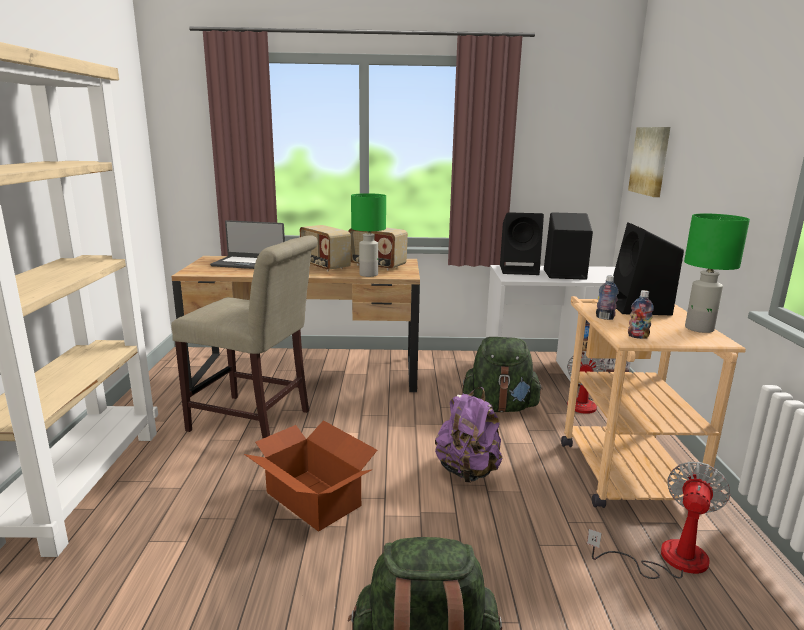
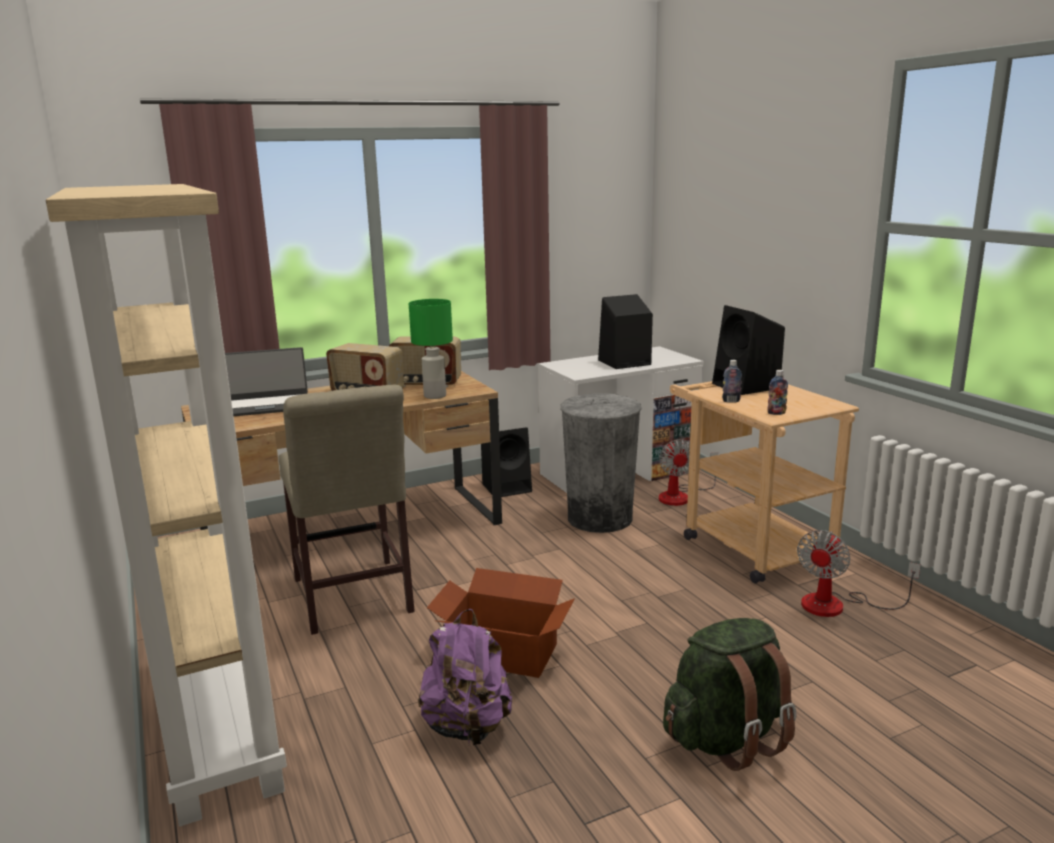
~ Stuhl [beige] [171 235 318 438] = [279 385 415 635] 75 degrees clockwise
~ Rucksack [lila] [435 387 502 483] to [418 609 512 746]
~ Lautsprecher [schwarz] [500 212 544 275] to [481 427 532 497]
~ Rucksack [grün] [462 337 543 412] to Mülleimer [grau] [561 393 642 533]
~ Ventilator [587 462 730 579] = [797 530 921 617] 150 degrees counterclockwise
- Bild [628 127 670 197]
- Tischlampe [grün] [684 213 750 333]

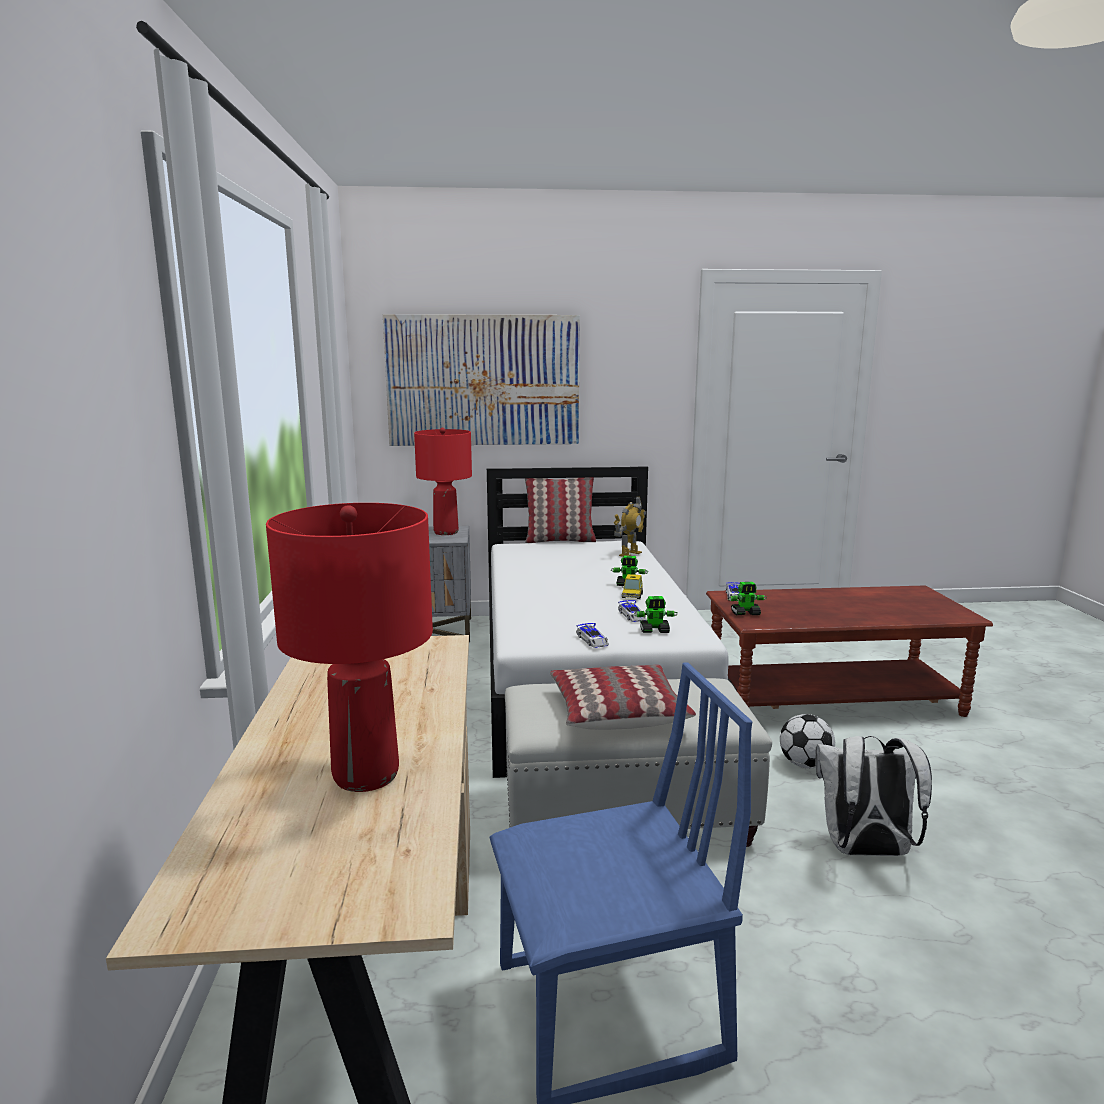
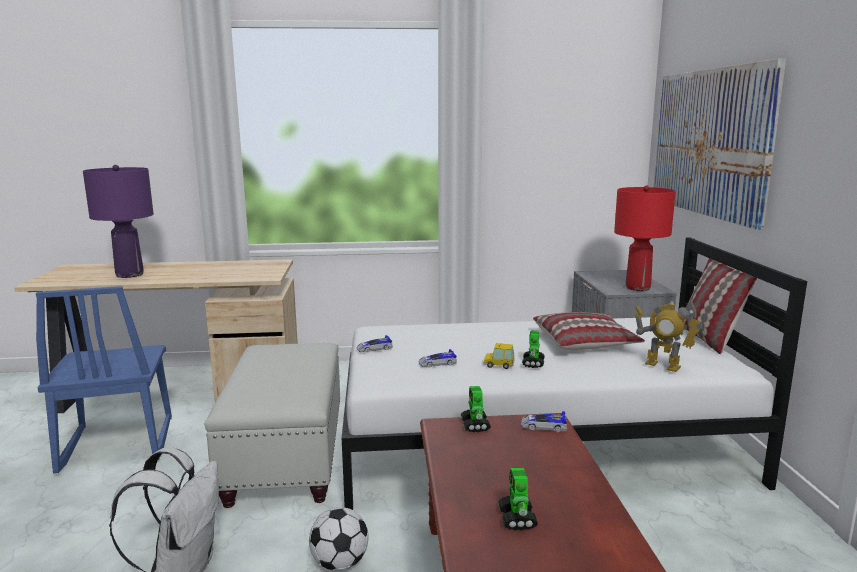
~ Tischlampe [rot] [266 503 433 792] to Tischlampe [lila] [83 165 154 278]
~ Spielzeugroboter [634 596 678 633] to [498 468 538 530]
~ Kissen [550 665 696 730] to [533 312 645 350]

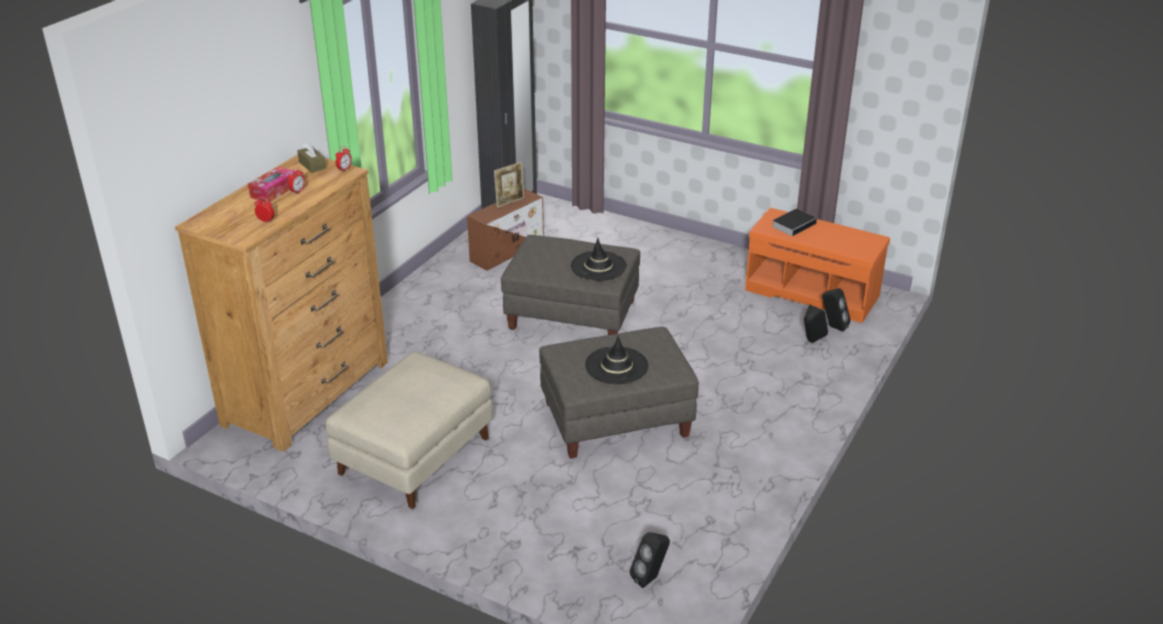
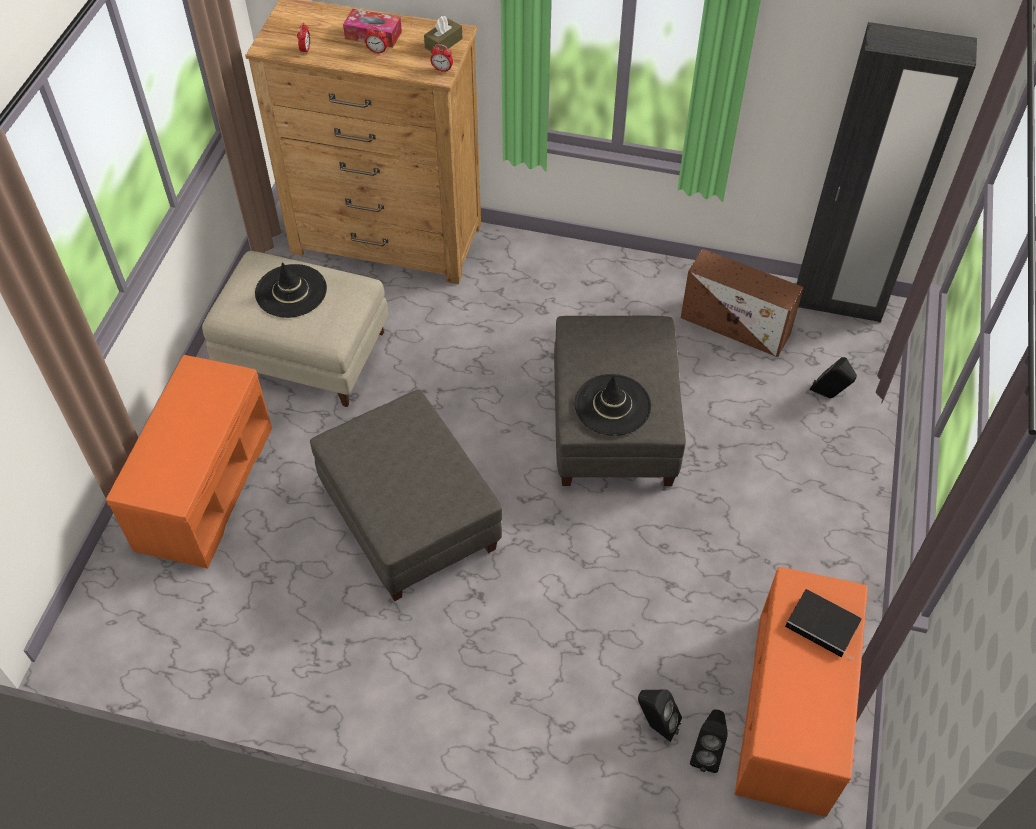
+ Bank [orange] [106 355 272 569]
~ Hut [schwarz] [585 336 648 384] to [255 262 327 318]
~ Lautsprecher [schwarz] [630 532 670 588] to [810 357 857 398]
- Bilderrahmen [494 162 524 208]

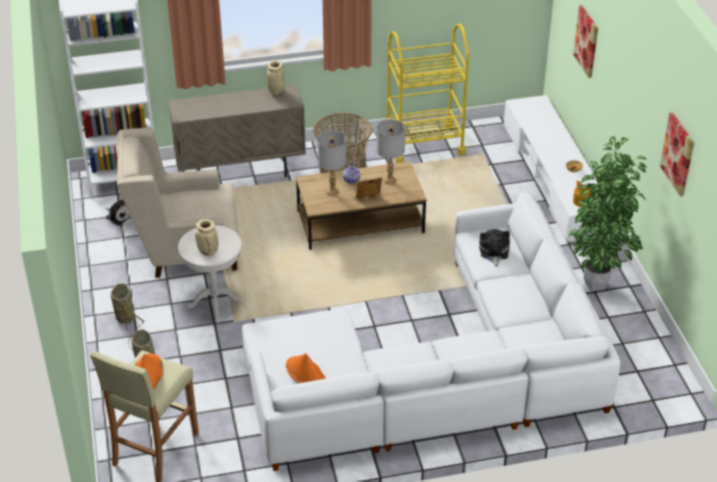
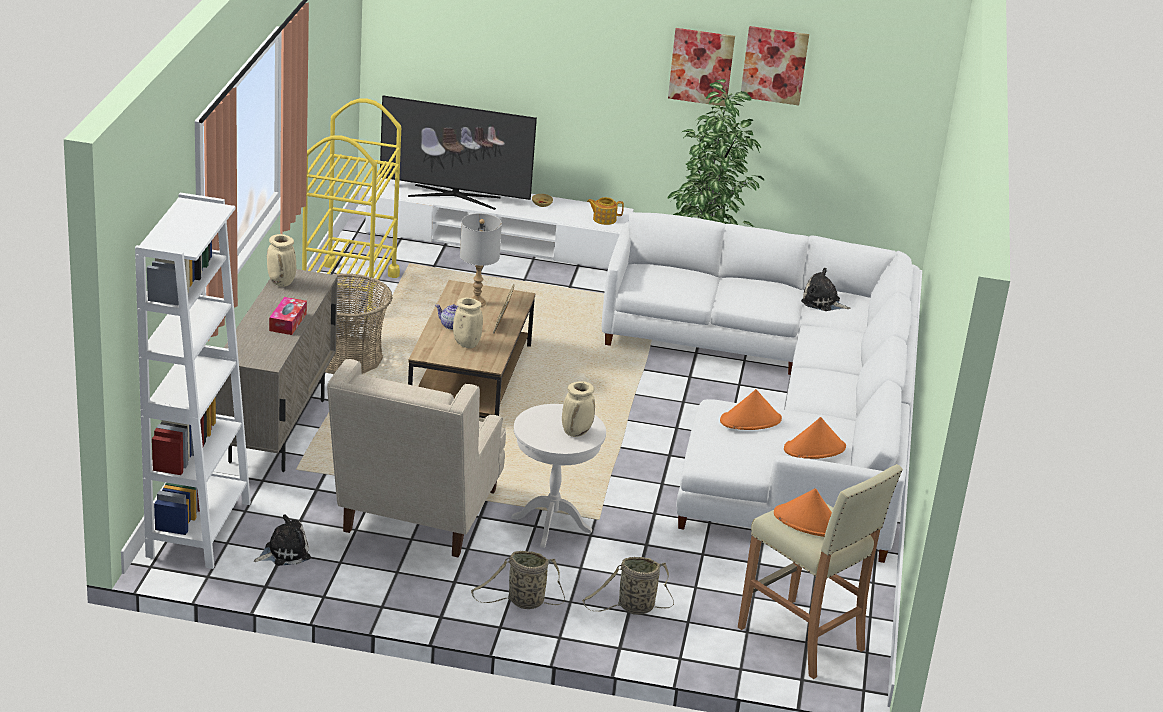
+ Taschentuchbox [269 297 307 335]
+ Fernseher [380 96 537 210]
~ Tischlampe [grau] [317 131 347 196] to Vase [beige] [453 298 483 348]
~ Bild [573 5 598 78] to [668 28 735 107]
+ Hut [orange] [720 389 782 430]
~ Plüschtier [479 229 510 267] to [801 268 851 311]

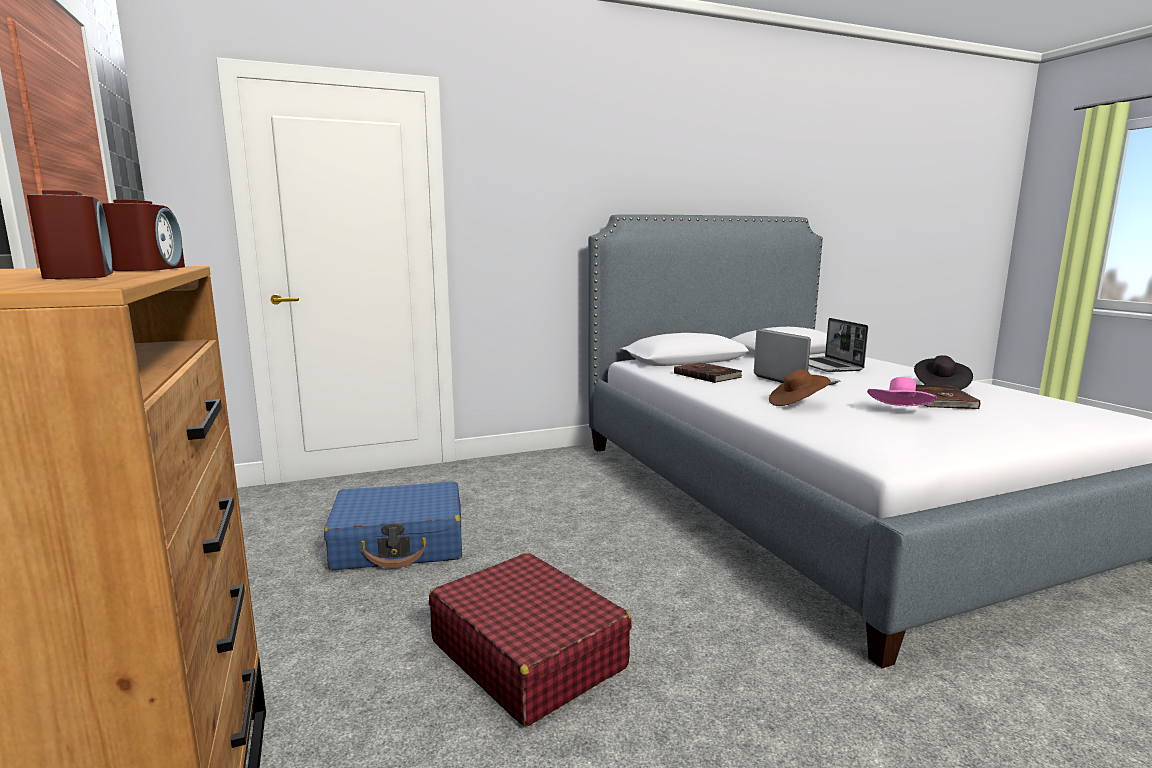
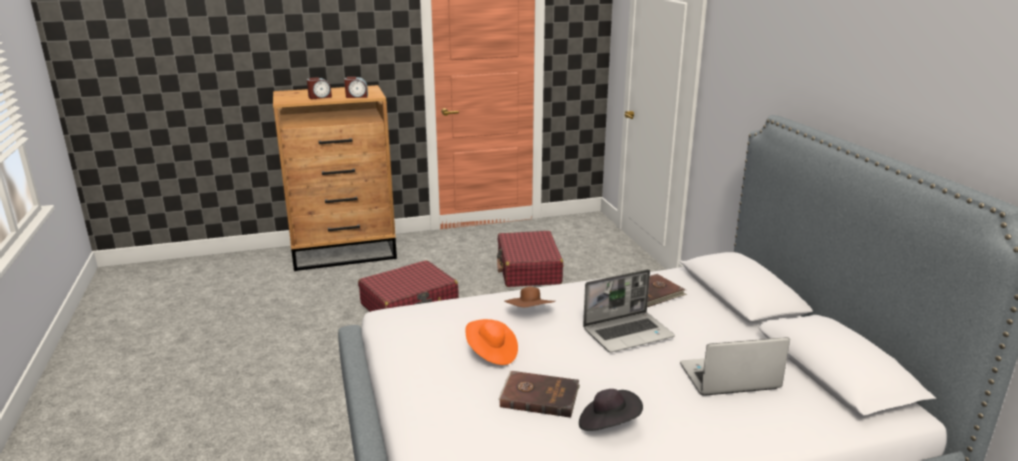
~ Hut [rosa] [867 377 936 406] to Hut [orange] [466 319 518 365]
~ Koffer [blau] [324 482 462 570] to Koffer [rot] [497 231 563 287]

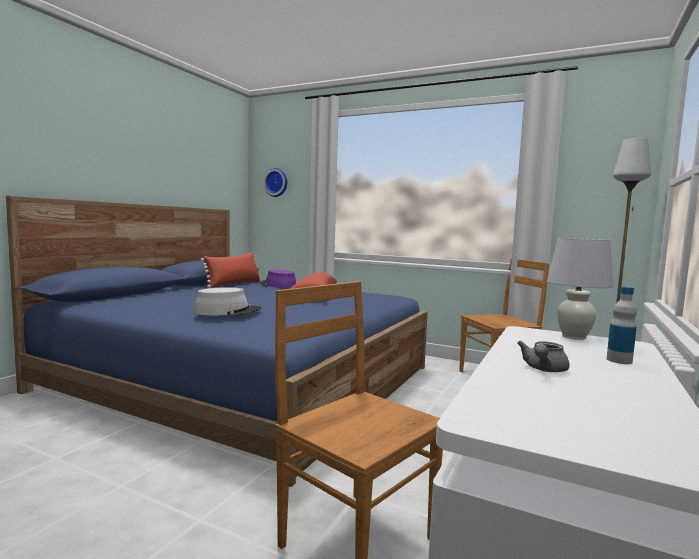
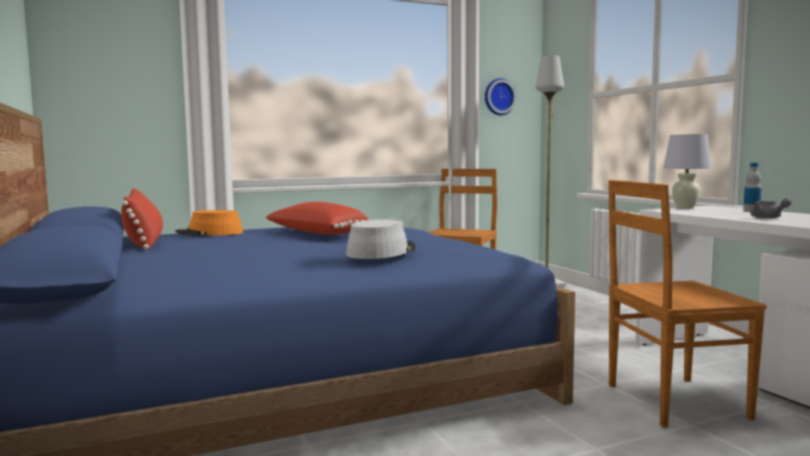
~ Hut [lila] [260 270 296 288] to Hut [orange] [175 210 243 237]
~ Wanduhr [264 168 287 197] to [485 78 516 115]

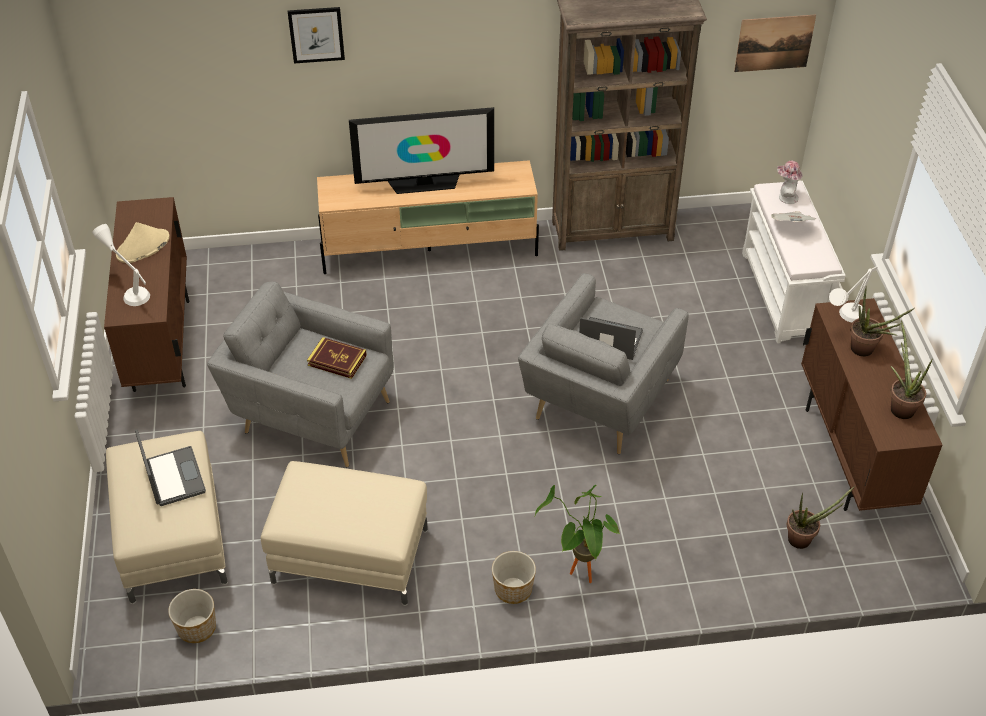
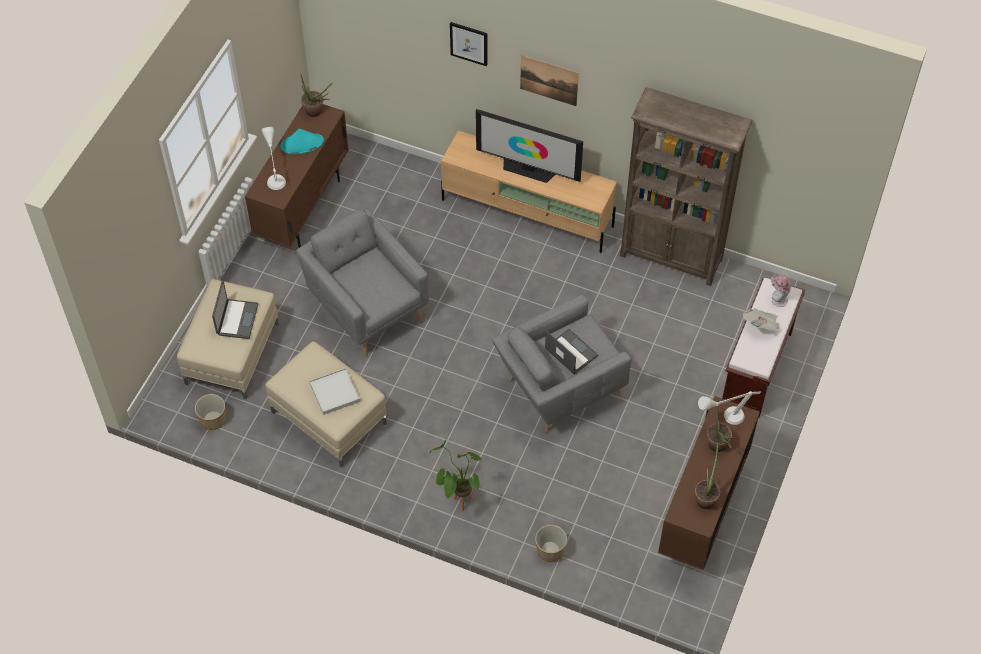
~ Hut [beige] [116 222 170 263] to Hut [türkis] [281 129 324 154]
~ Topfpflanze [787 486 855 549] to [301 75 333 117]
+ Tablett [weiß] [309 368 360 415]
~ Bild [734 15 816 72] to [520 55 579 106]
~ Pflanzkübel [492 551 536 604] to [535 525 567 562]
~ Bank [weiß] [742 181 846 344] to Bank [braun] [722 278 805 418]
- Buch [307 337 367 379]

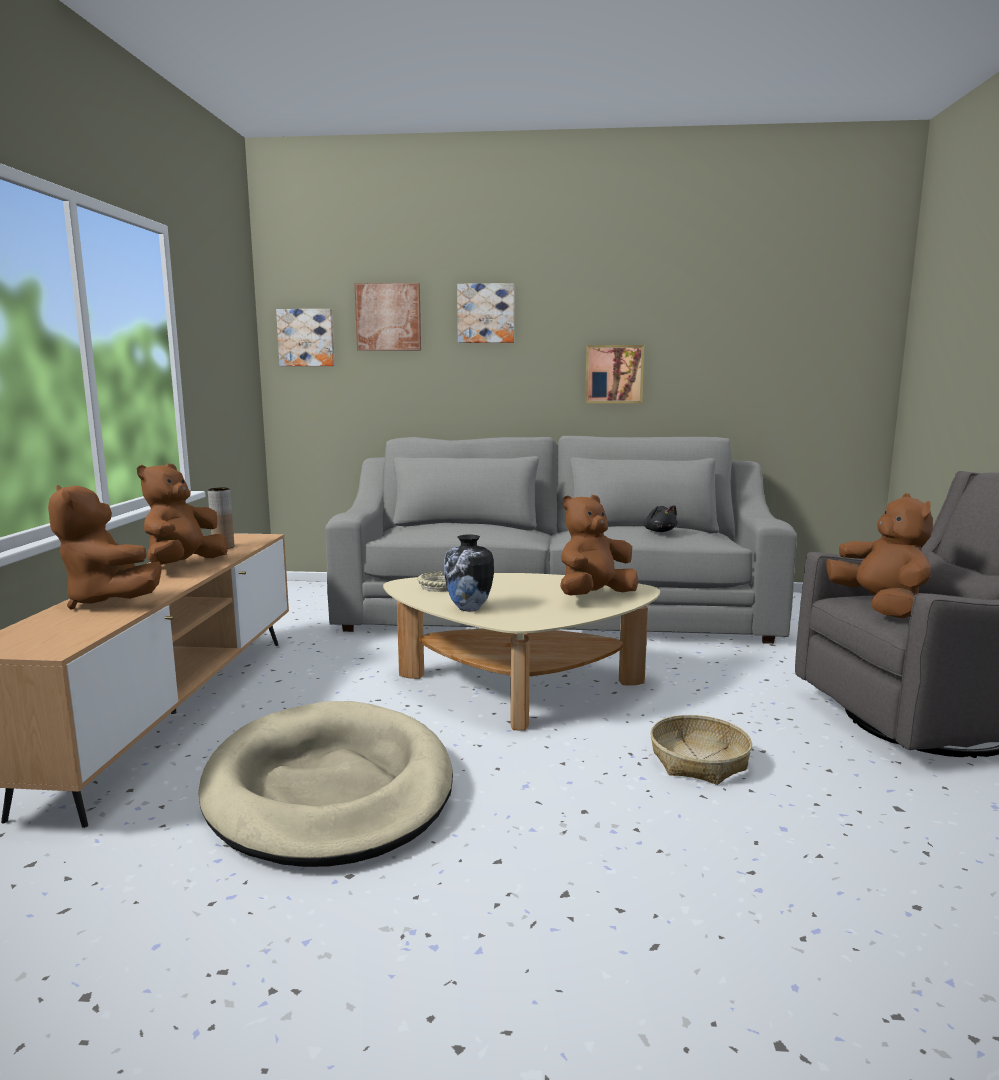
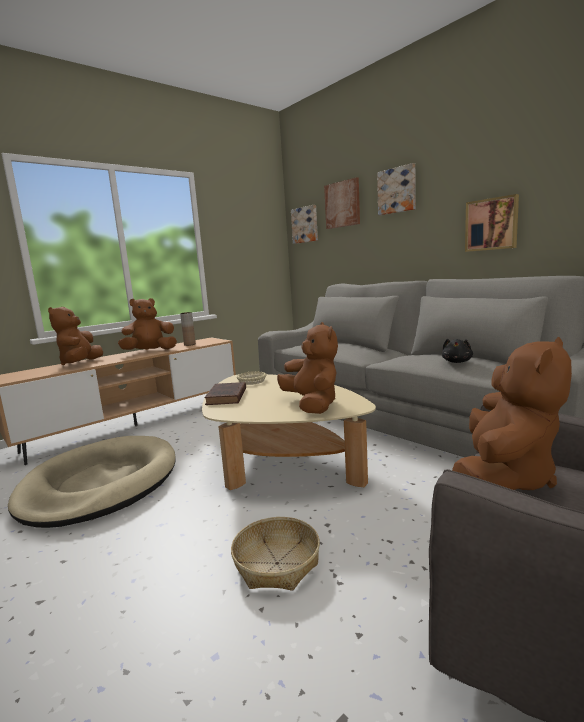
~ Vase [444 535 494 611] to Buch [braun] [204 382 246 405]
~ Plüschtier [braun] [560 495 638 595] = [277 322 338 414] 60 degrees clockwise

